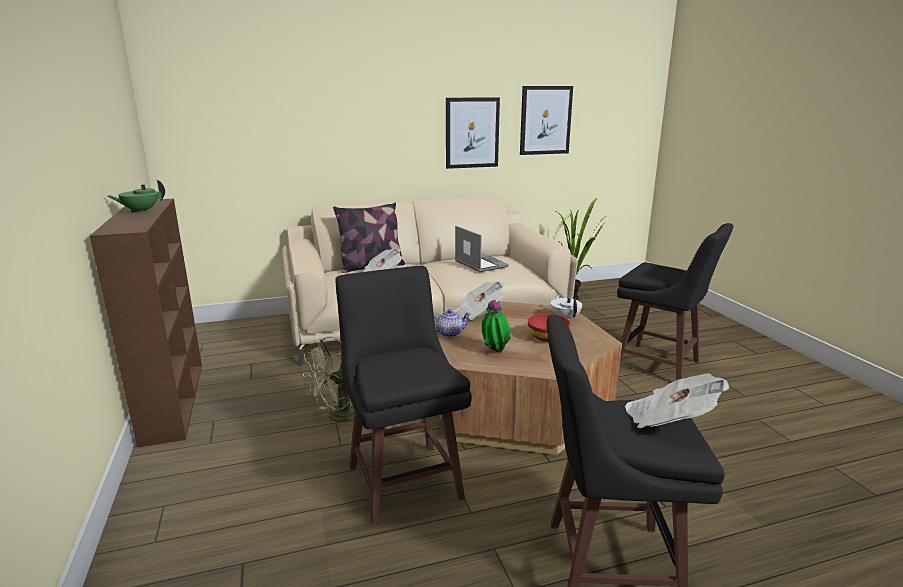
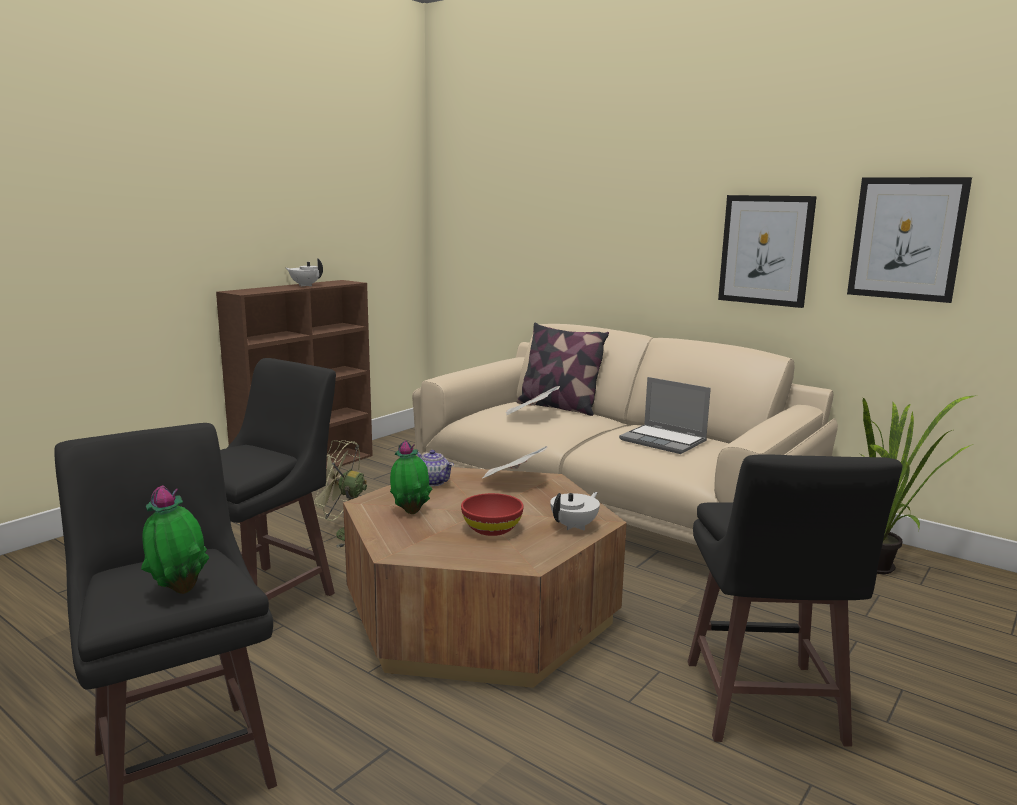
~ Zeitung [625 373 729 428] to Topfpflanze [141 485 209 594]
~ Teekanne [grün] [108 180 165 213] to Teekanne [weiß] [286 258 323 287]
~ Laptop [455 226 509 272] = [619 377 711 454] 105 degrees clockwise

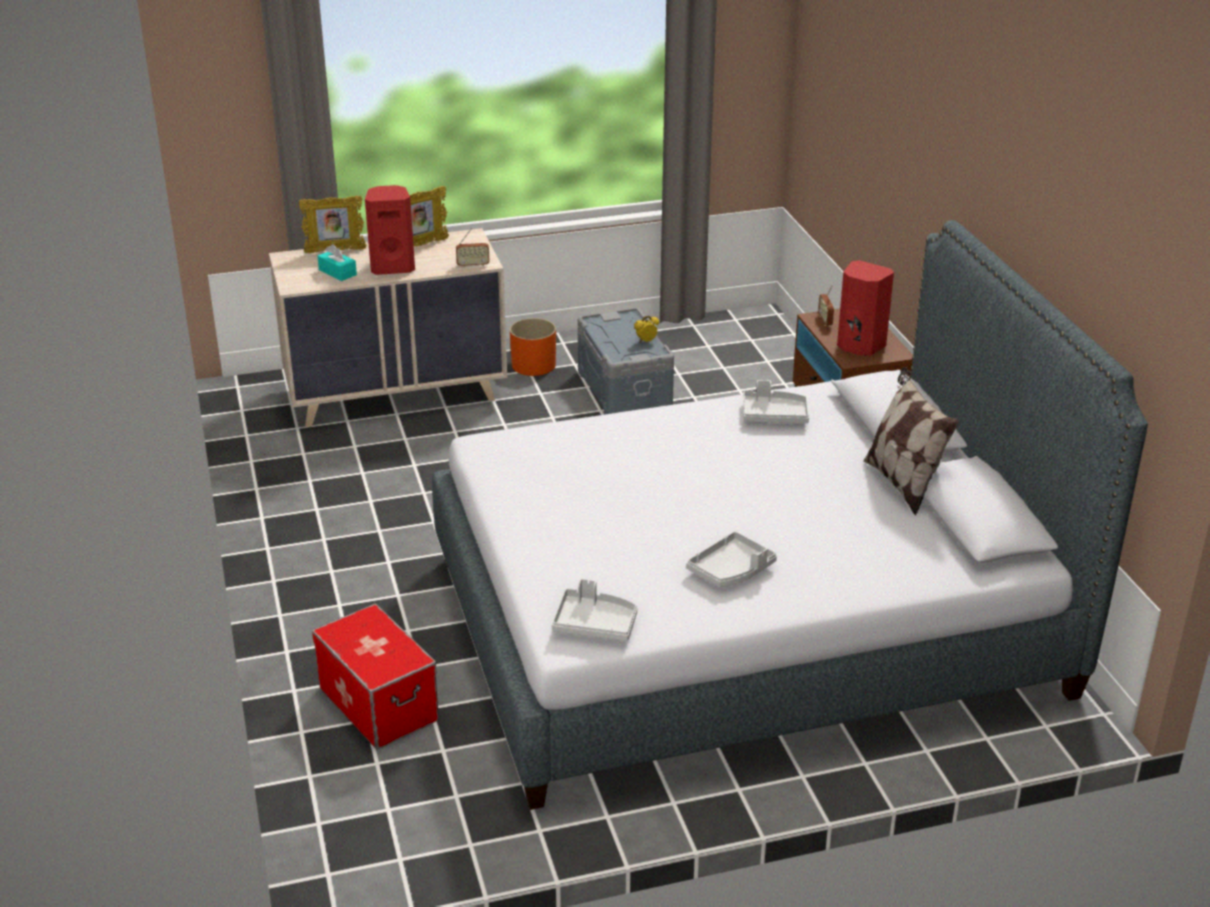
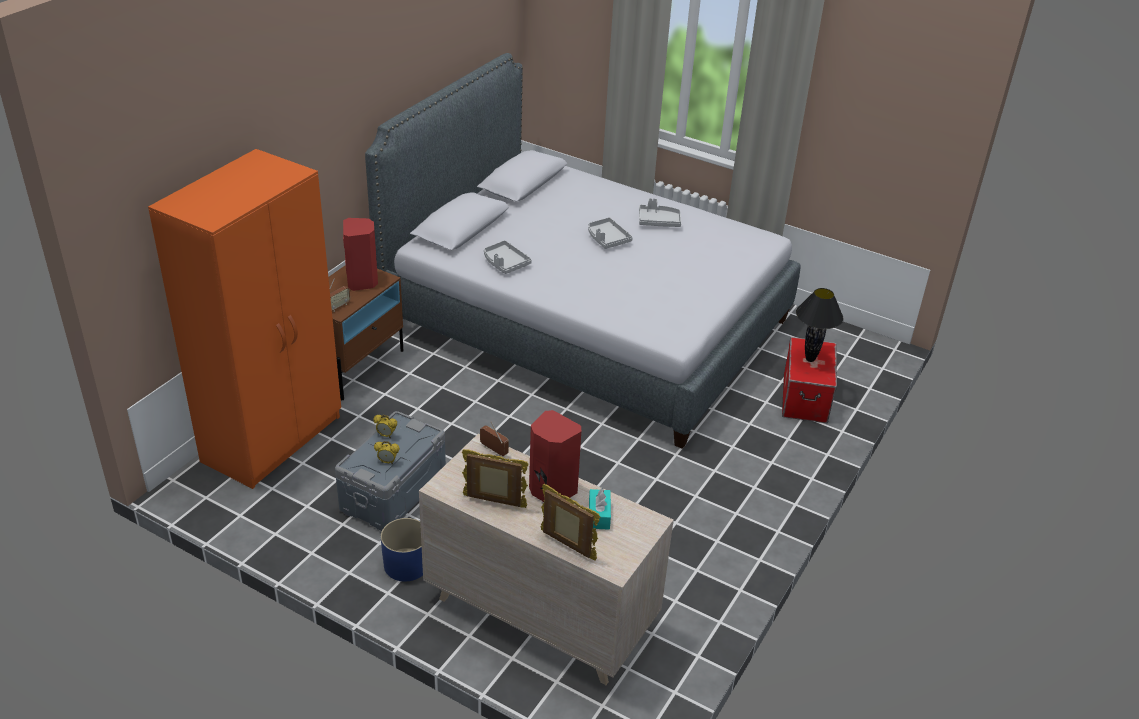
+ Kleiderschrank [orange] [148 149 341 489]
+ Wecker [374 441 400 464]
~ Pflanzkübel [orange] [510 318 556 376] to Pflanzkübel [blau] [381 518 423 581]
~ Tablett [grau] [552 579 637 641] to [588 217 633 249]
+ Tischlampe [schwarz] [796 288 844 362]
- Kissen [864 367 959 515]

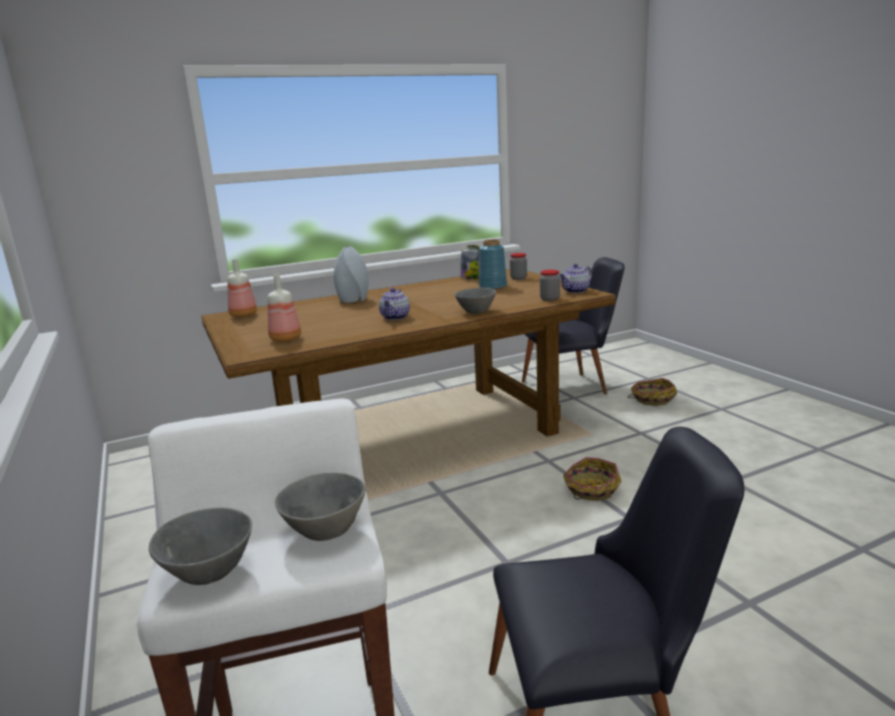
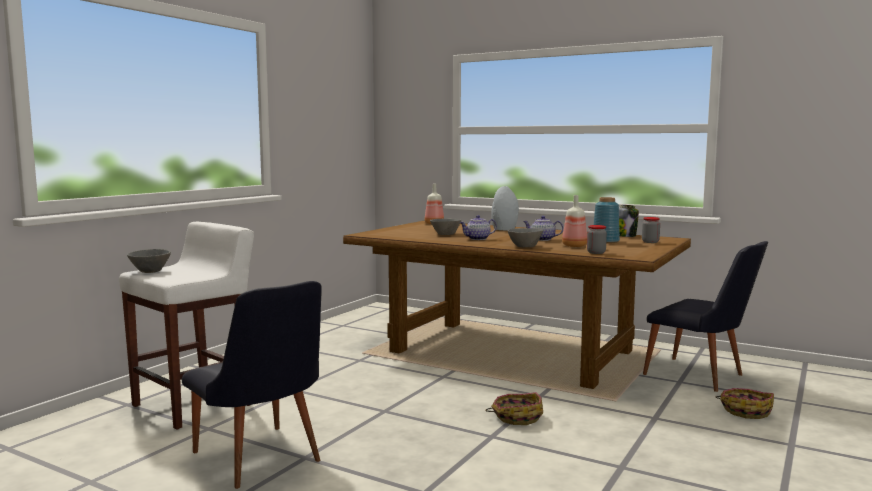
~ Schüssel [grau] [275 473 366 541] to [430 219 461 235]
~ Teekanne [559 264 592 293] to [523 216 564 241]
~ Flasche [268 274 301 342] to [562 195 587 247]

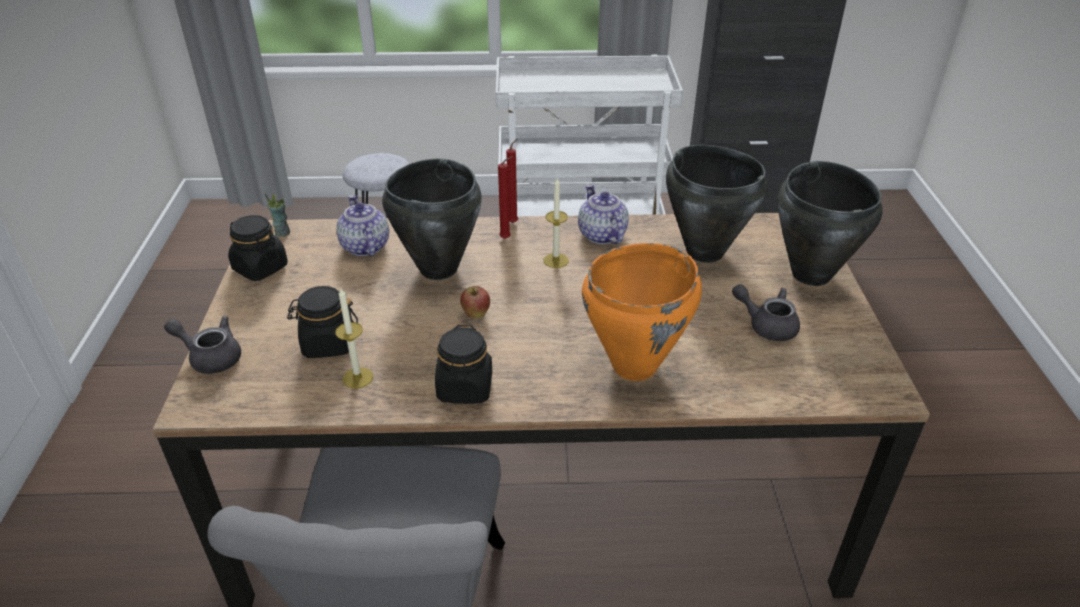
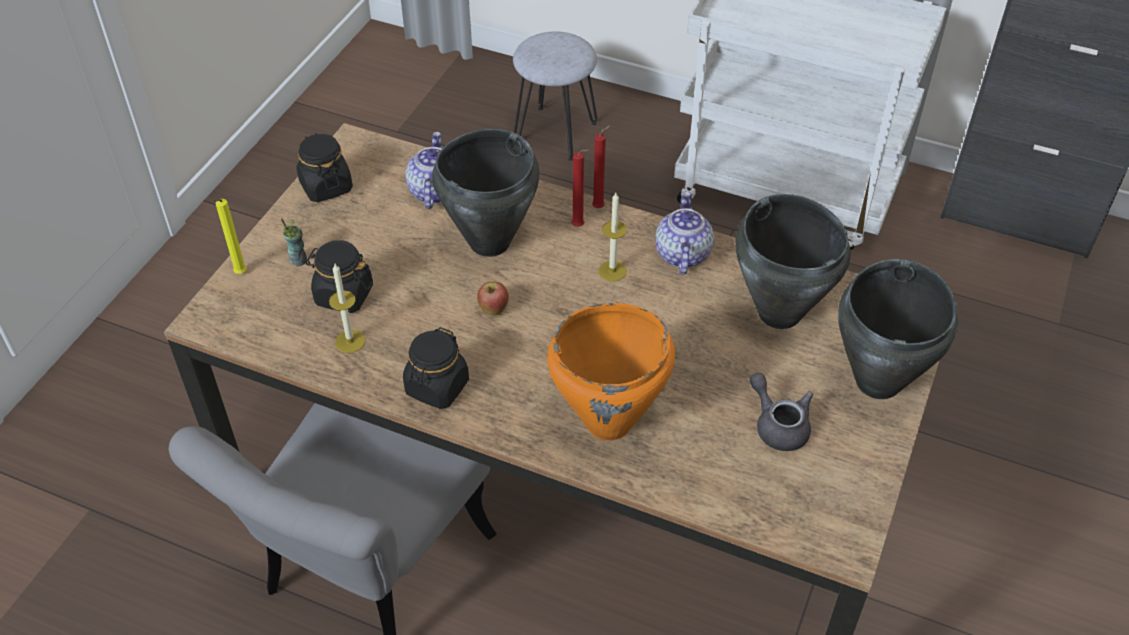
~ Teekanne [grau] [164 316 241 374] to Kerze [gelb] [211 199 247 274]
~ Tasse [265 194 290 237] to [281 219 307 266]

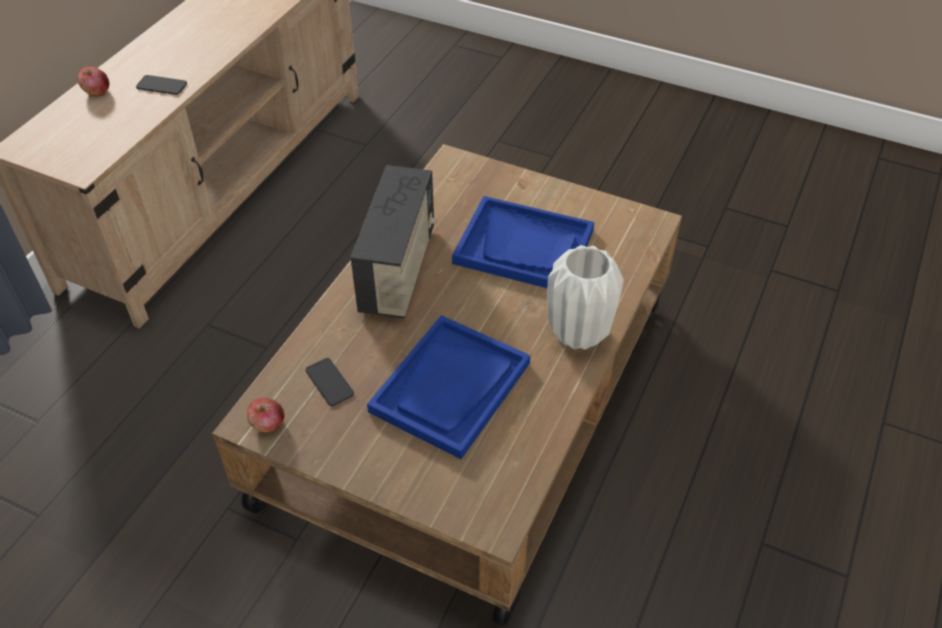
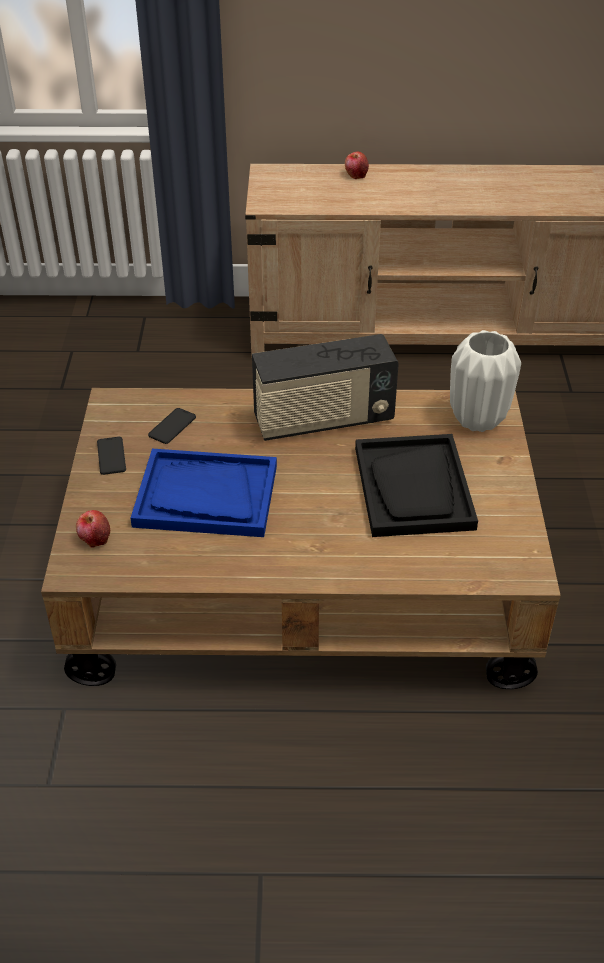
~ Apfel [247 398 285 432] to [76 510 110 548]
~ Handy [136 75 187 95] to [97 437 126 475]
~ Tablett [blau] [452 196 594 288] to Tablett [schwarz] [355 434 478 537]
~ Vase [weiß] [548 245 624 350] to [450 330 521 432]

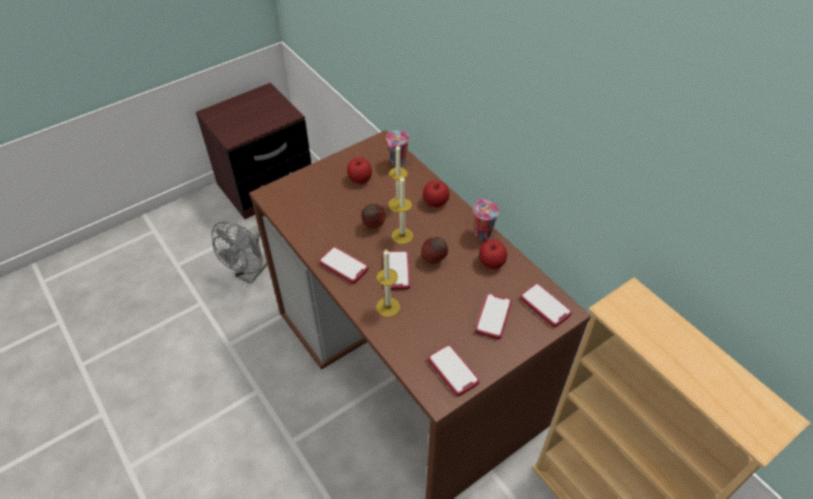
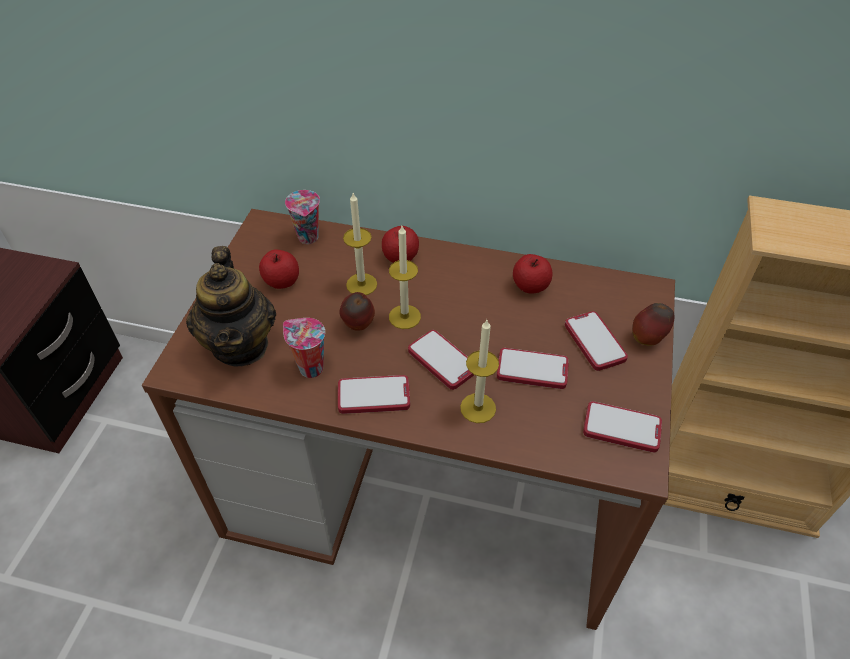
+ Teekanne [186 246 276 367]
~ Tasse [473 198 499 240] to [283 318 325 378]
~ Handy [520 283 572 327] to [497 348 569 389]
~ Apfel [421 237 448 264] to [632 303 674 346]
- Ventilator [grau] [212 222 268 284]

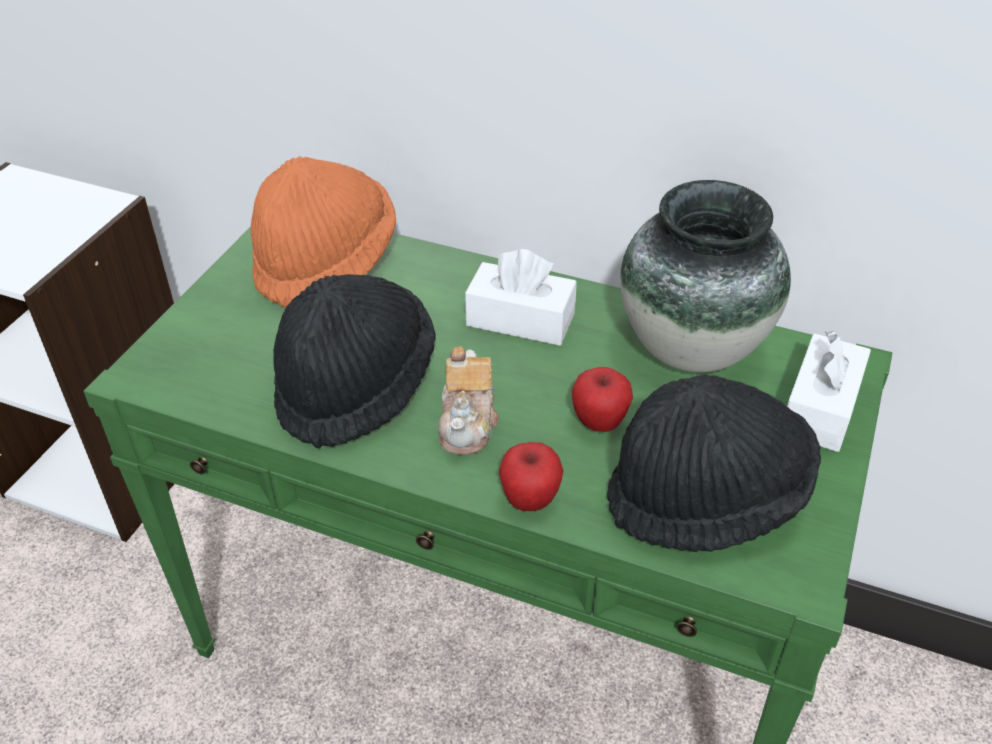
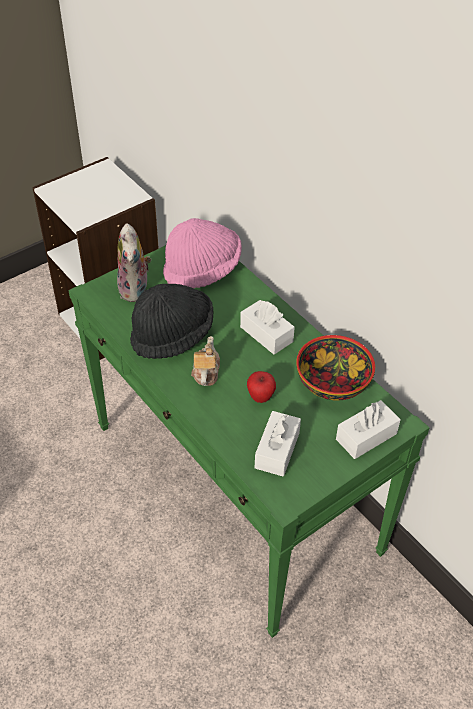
+ Plüschtier [117 223 151 302]
~ Hut [orange] [251 156 396 308] to Hut [rosa] [163 218 242 288]
~ Teekanne [438 346 499 455] = [191 336 220 386] 150 degrees clockwise
~ Hut [schwarz] [607 375 821 552] to Taschentuchbox [weiß] [255 411 301 476]
~ Vase [620 180 791 372] to Schüssel [296 335 375 401]
- Apfel [499 442 563 511]

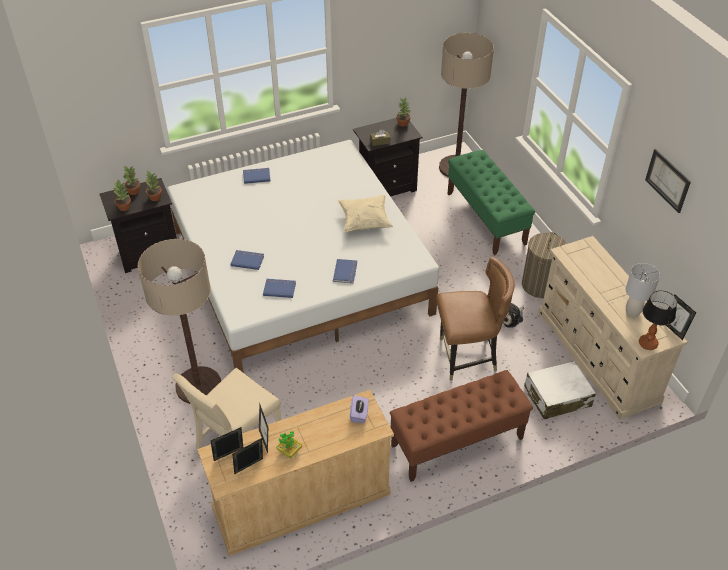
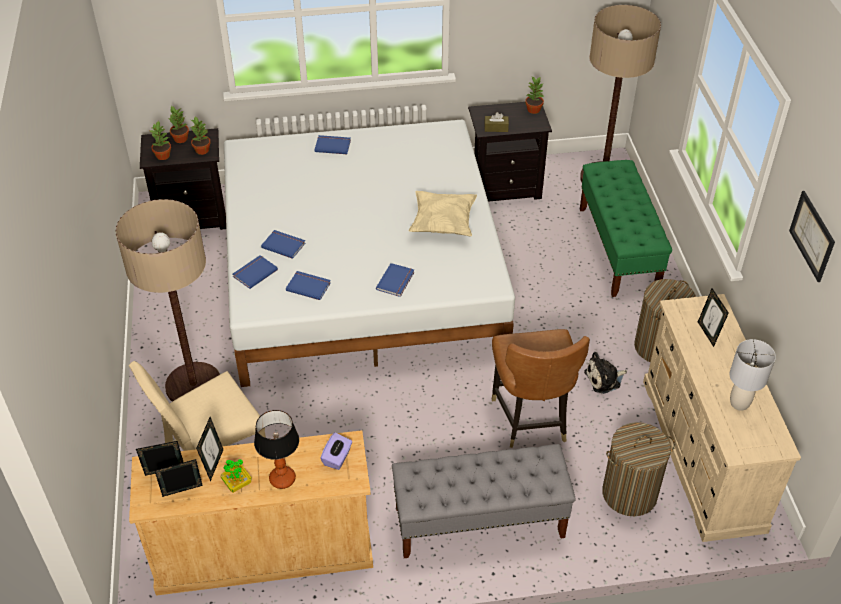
+ Buch [blau] [233 255 278 289]
~ Tischlampe [639 290 677 350] to [254 410 299 489]
~ Bank [braun] [390 370 533 482] to Bank [grau] [392 444 576 558]
~ Stuhl [braun] [436 257 515 381] = [492 329 590 448] 75 degrees clockwise
~ Koffer [weiß] [524 361 596 419] to Wäschekorb [602 422 675 516]
~ Bilderrahmen [666 295 696 340] to [698 288 729 347]

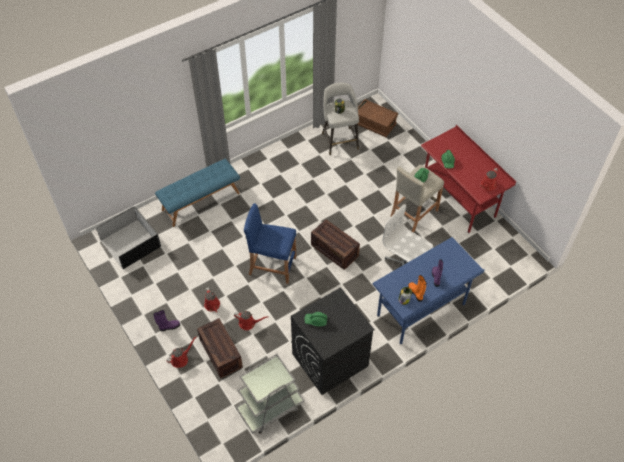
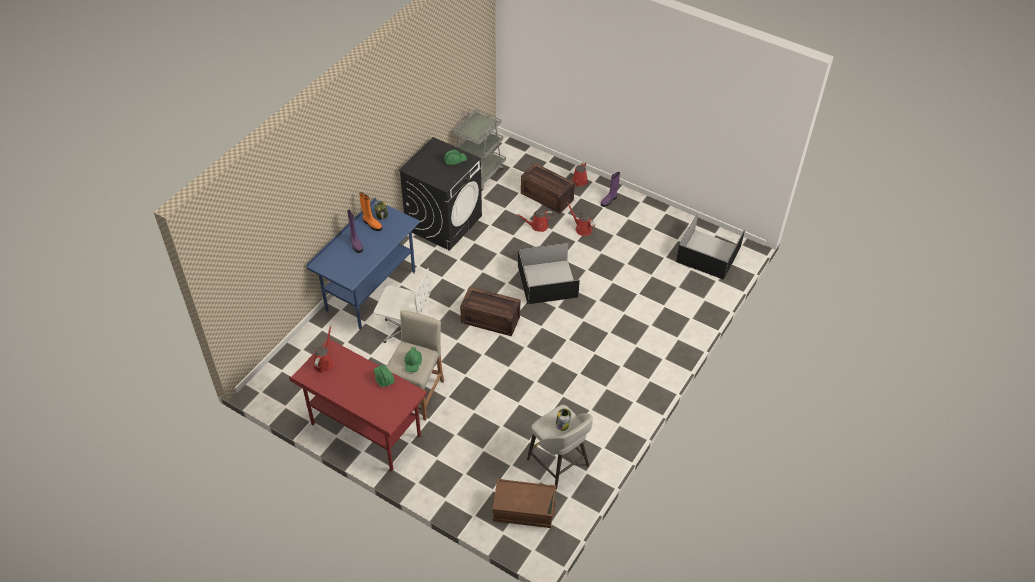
~ Hocker [blau] [244 203 296 284] to Aufbewahrungsbox [schwarz] [518 243 580 304]
- Bank [blau] [155 159 240 227]

